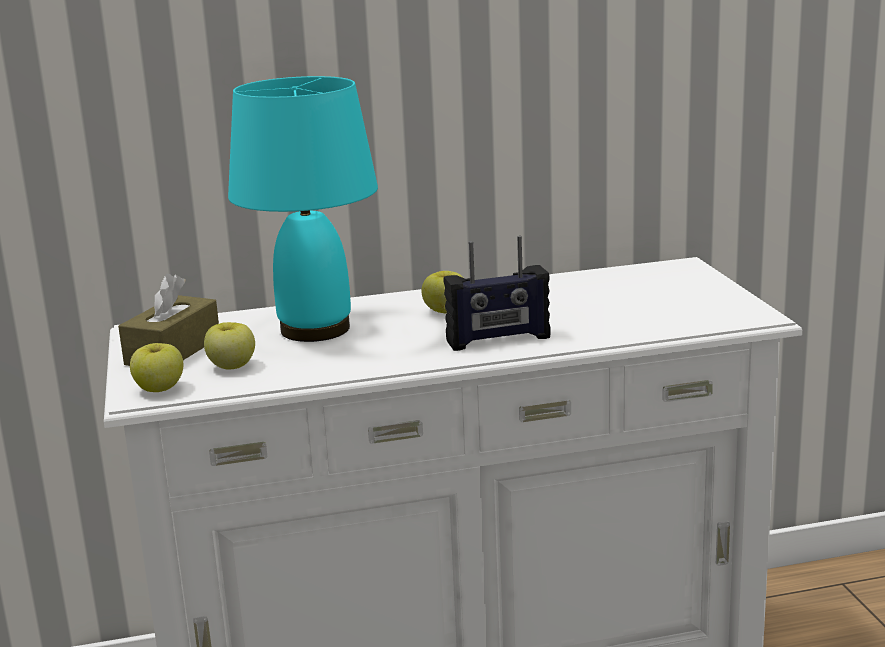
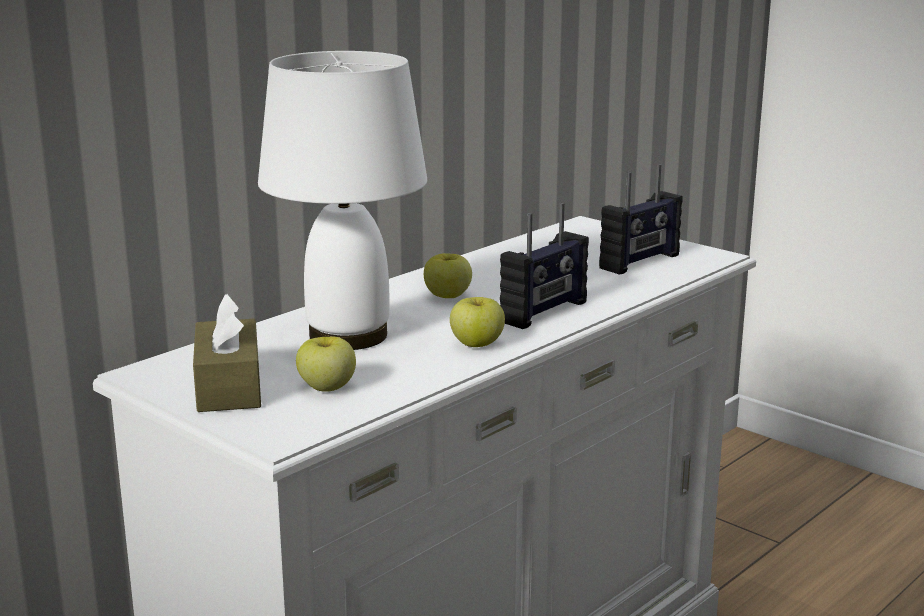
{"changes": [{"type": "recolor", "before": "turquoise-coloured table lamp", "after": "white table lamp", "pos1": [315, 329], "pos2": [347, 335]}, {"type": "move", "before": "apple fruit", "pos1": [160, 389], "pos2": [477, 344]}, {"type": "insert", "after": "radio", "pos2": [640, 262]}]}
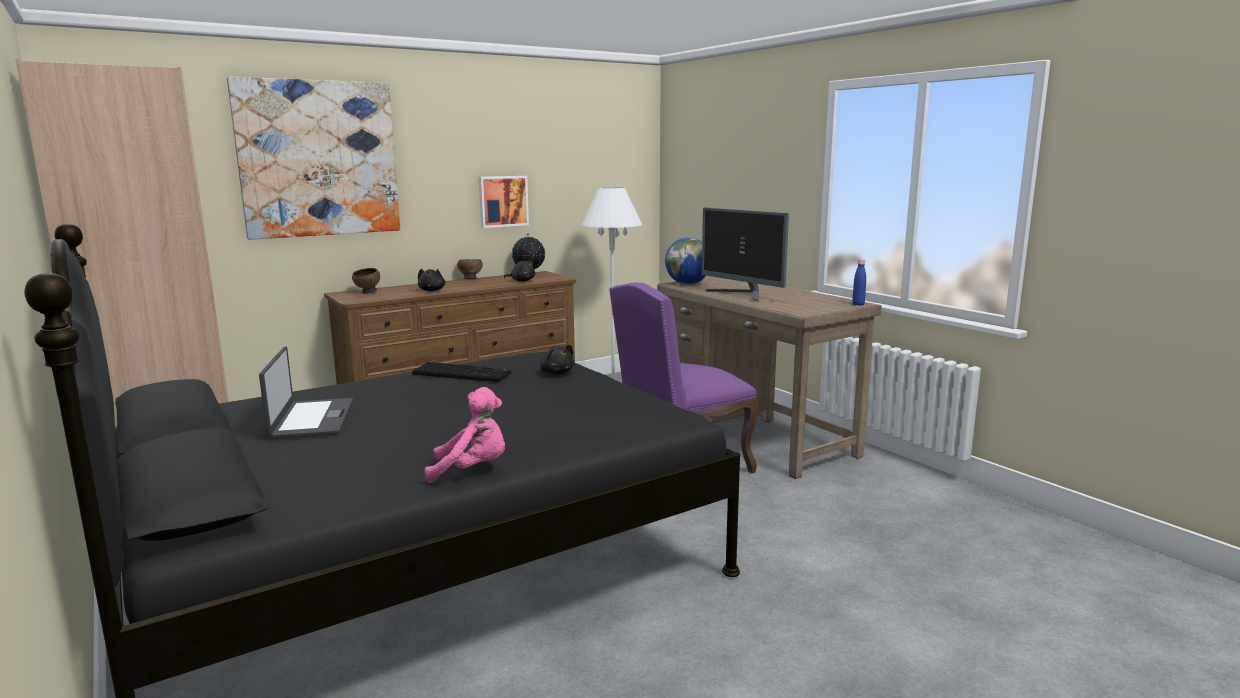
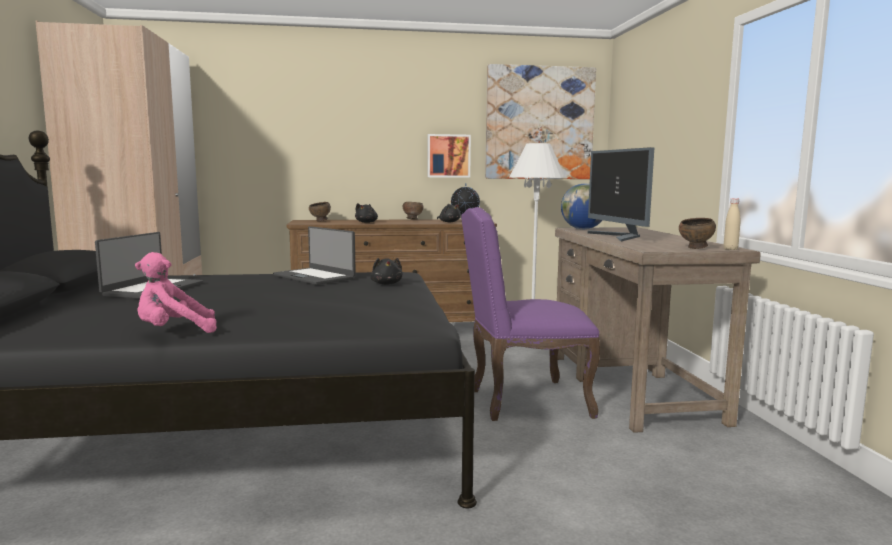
{"changes": [{"type": "move", "before": "picture", "pos1": [319, 159], "pos2": [539, 123]}, {"type": "recolor", "before": "blue bottle", "after": "beige bottle", "pos1": [858, 304], "pos2": [730, 249]}, {"type": "replace", "before": "PC keyboard", "after": "notebook computer", "pos1": [463, 374], "pos2": [314, 277]}, {"type": "rotate", "before": "pink-coloured cuddly toy", "pos1": [472, 470], "pos2": [174, 332], "turn": 135}, {"type": "insert", "after": "brownish bowl", "pos2": [696, 248]}]}
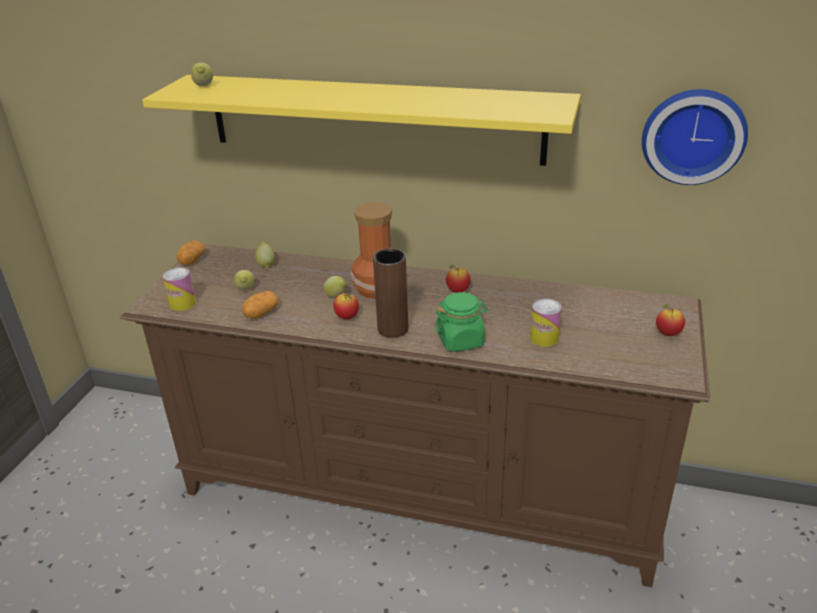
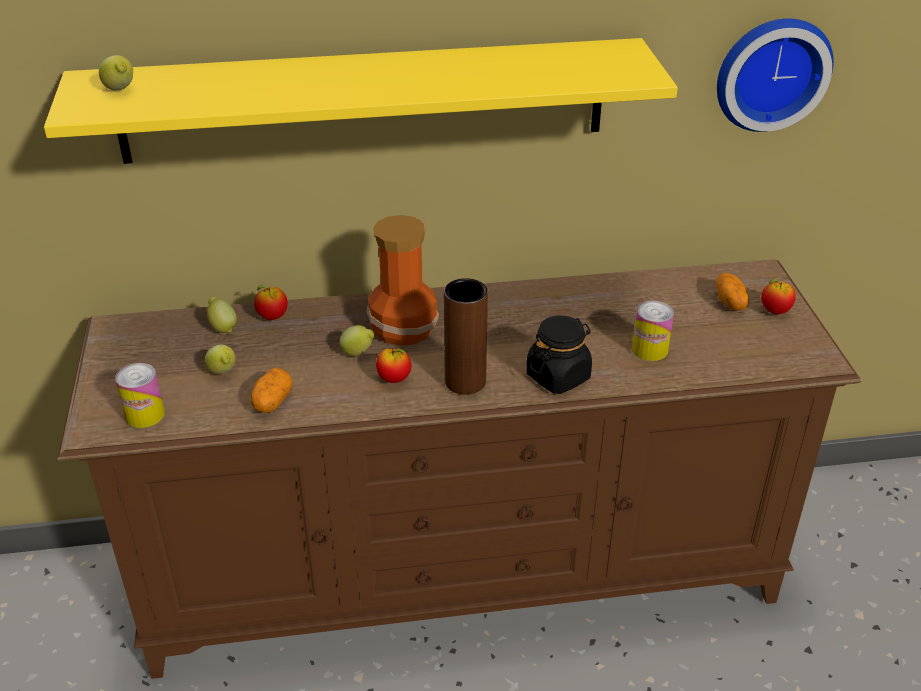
{"changes": [{"type": "move", "before": "whole potato", "pos1": [192, 260], "pos2": [730, 302]}, {"type": "move", "before": "apple fruit", "pos1": [458, 291], "pos2": [272, 317]}, {"type": "recolor", "before": "green-coloured storage jar", "after": "black-coloured storage jar", "pos1": [461, 341], "pos2": [558, 376]}]}
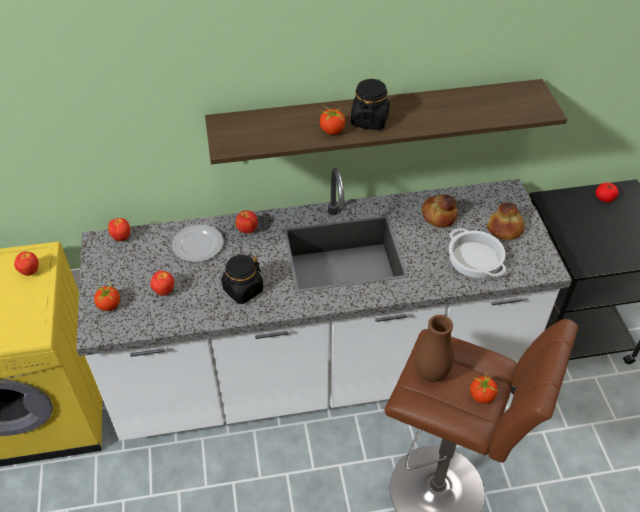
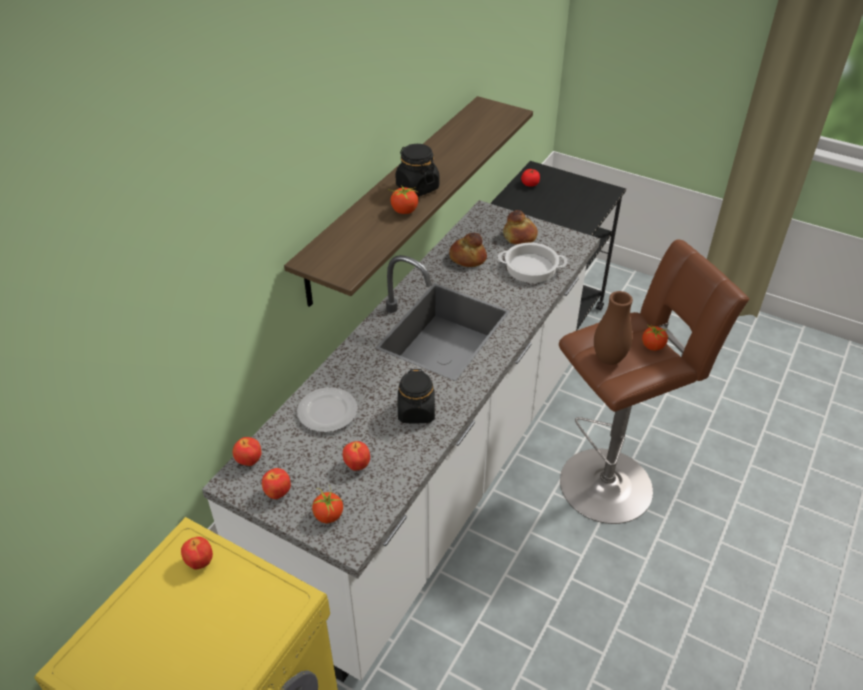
{"changes": [{"type": "move", "before": "apple fruit", "pos1": [247, 230], "pos2": [278, 493]}]}
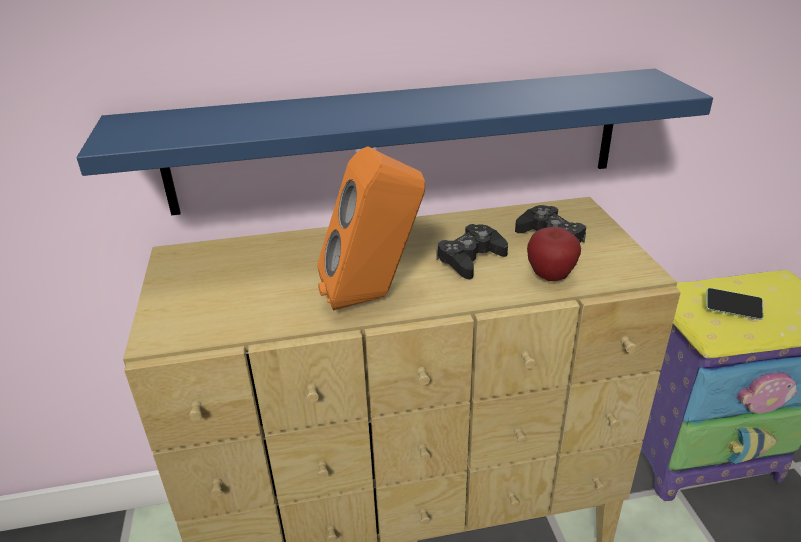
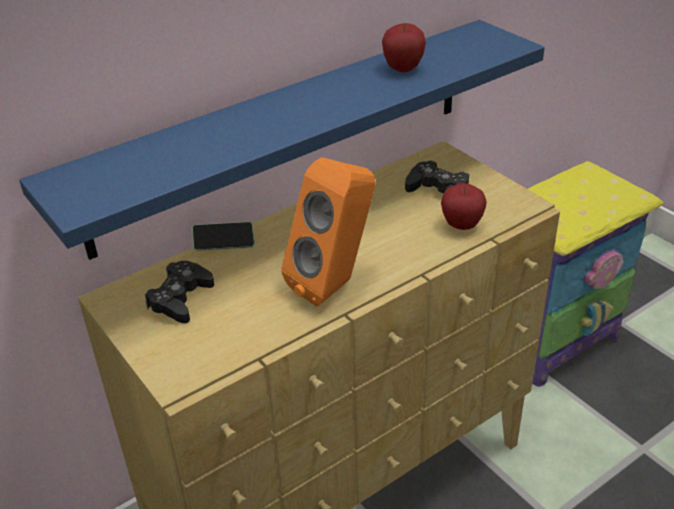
{"changes": [{"type": "move", "before": "black-coloured gamepad", "pos1": [470, 259], "pos2": [180, 298]}, {"type": "move", "before": "telephone", "pos1": [732, 310], "pos2": [224, 243]}, {"type": "insert", "after": "apple fruit", "pos2": [403, 69]}]}
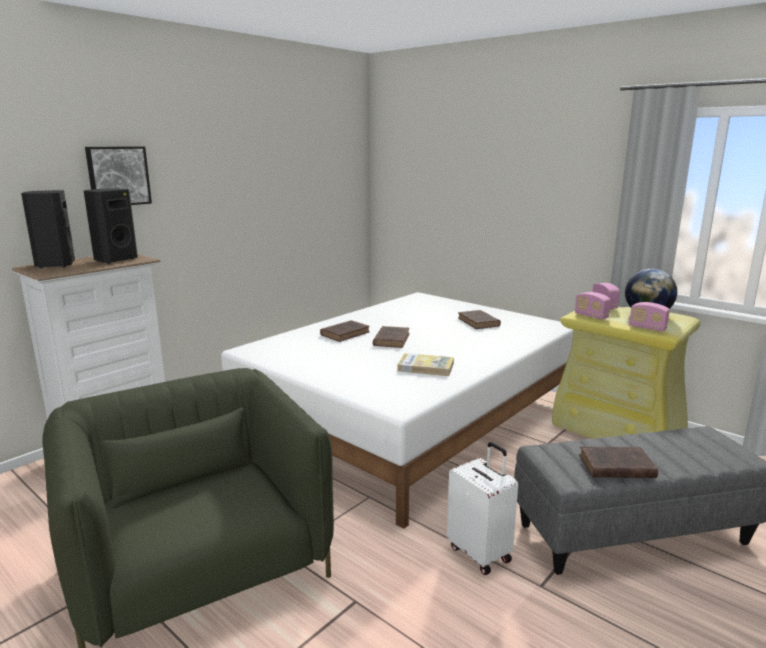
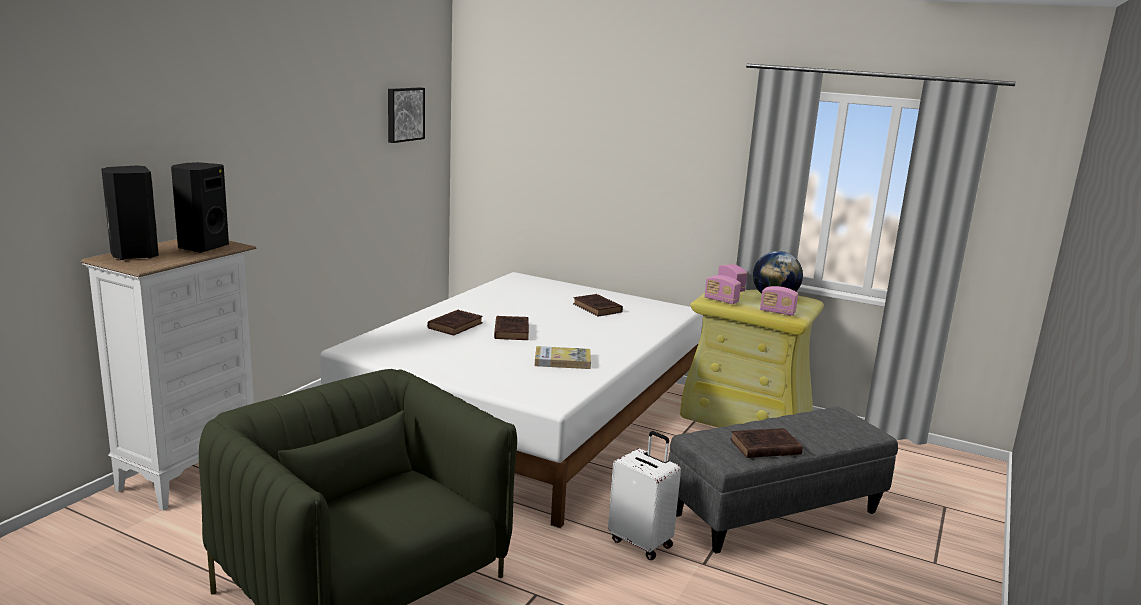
{"changes": [{"type": "move", "before": "picture", "pos1": [118, 176], "pos2": [404, 114]}]}
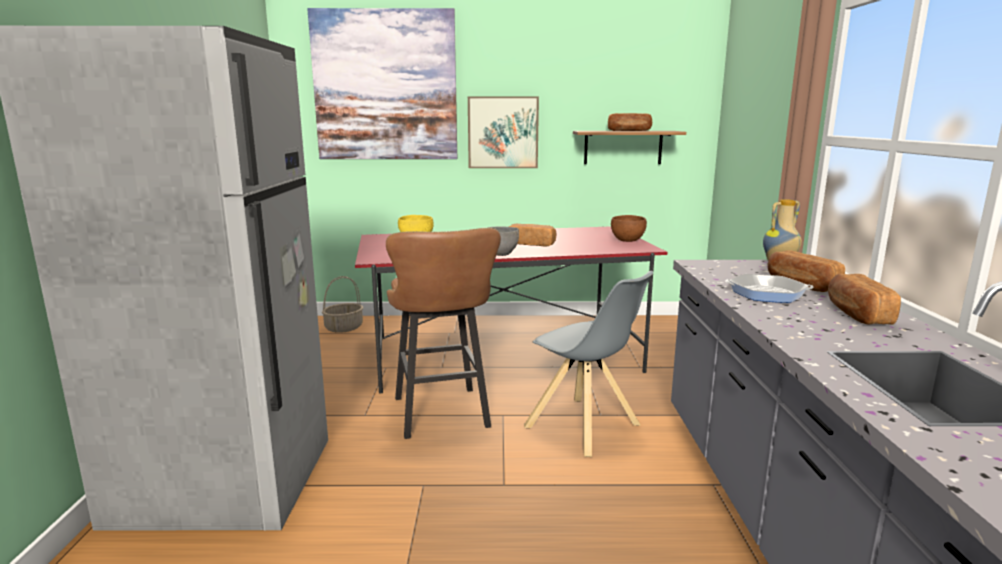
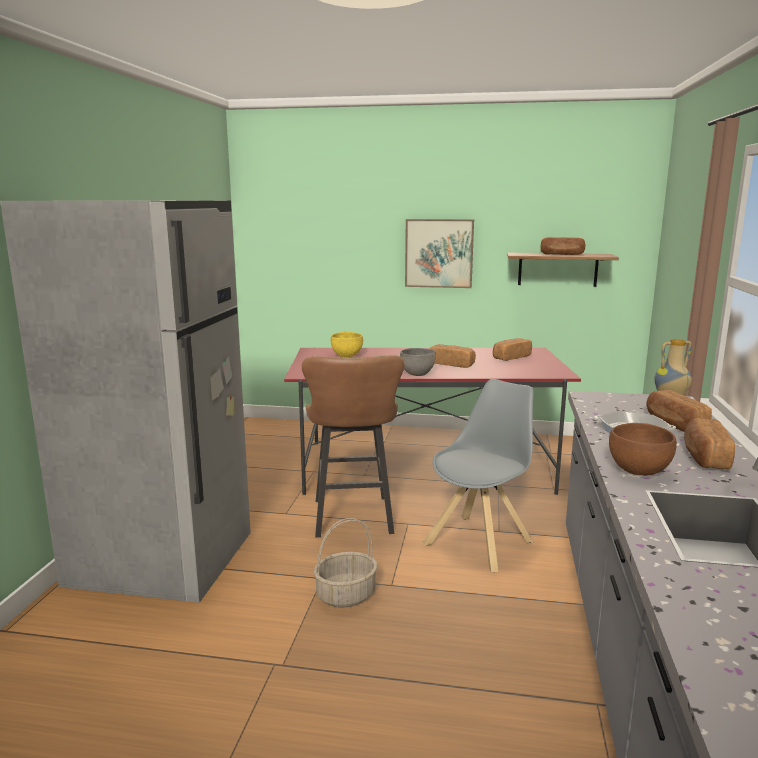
{"changes": [{"type": "delete", "before": "picture", "pos1": [385, 86]}, {"type": "move", "before": "brownish bowl", "pos1": [627, 240], "pos2": [638, 471]}, {"type": "rotate", "before": "grey upright chair", "pos1": [585, 427], "pos2": [480, 541], "turn": -105}, {"type": "move", "before": "household basket", "pos1": [344, 328], "pos2": [346, 594]}, {"type": "insert", "after": "bakery bread", "pos2": [511, 357]}]}
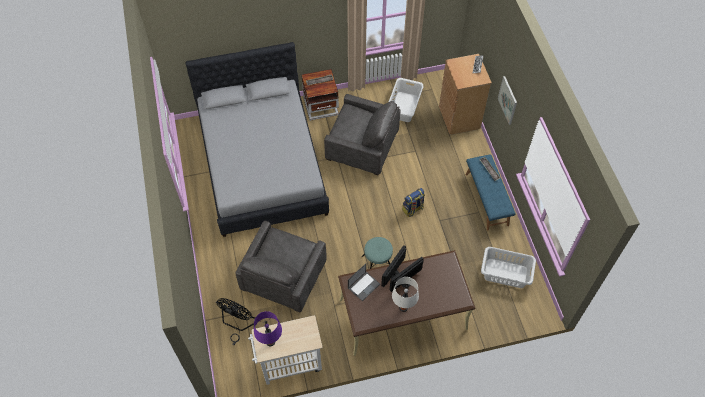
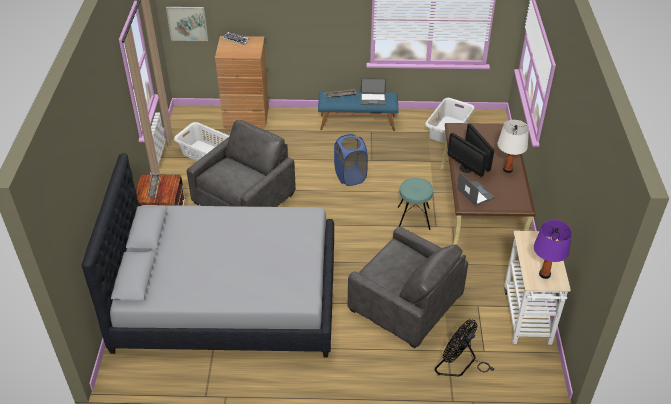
{"changes": [{"type": "move", "before": "picture", "pos1": [508, 100], "pos2": [187, 23]}, {"type": "replace", "before": "knapsack", "after": "blue hamper", "pos1": [413, 209], "pos2": [350, 176]}, {"type": "insert", "after": "notebook computer", "pos2": [373, 99]}]}
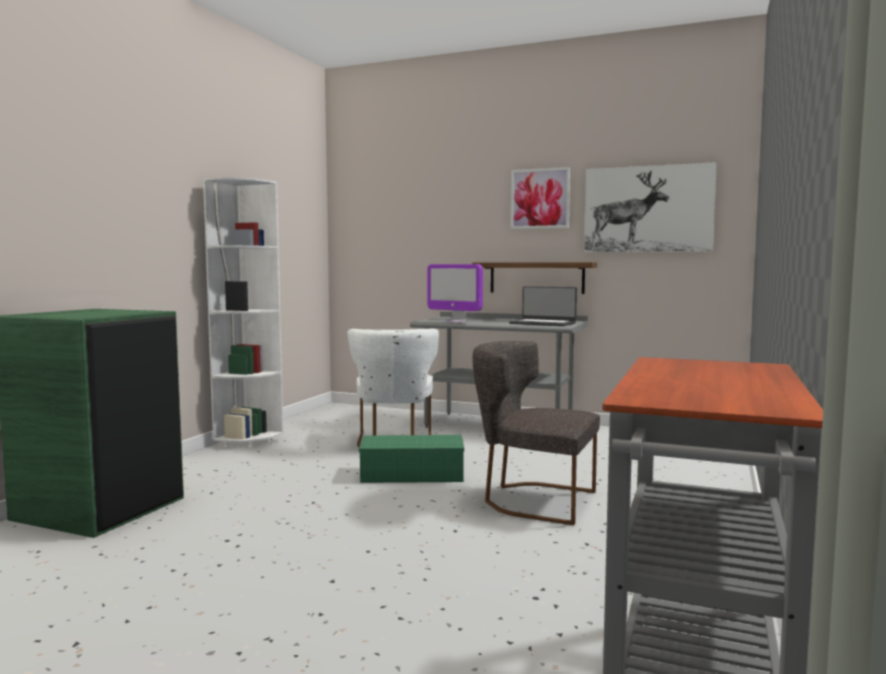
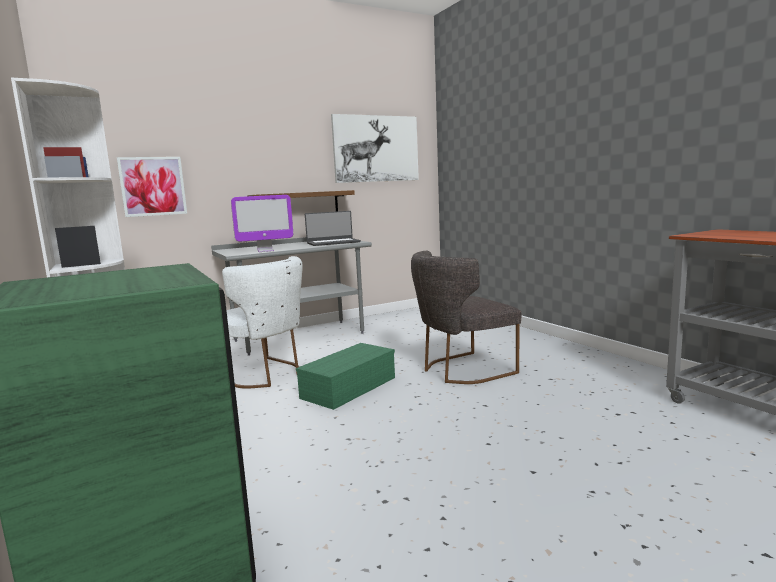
{"changes": [{"type": "move", "before": "picture", "pos1": [540, 198], "pos2": [153, 186]}]}
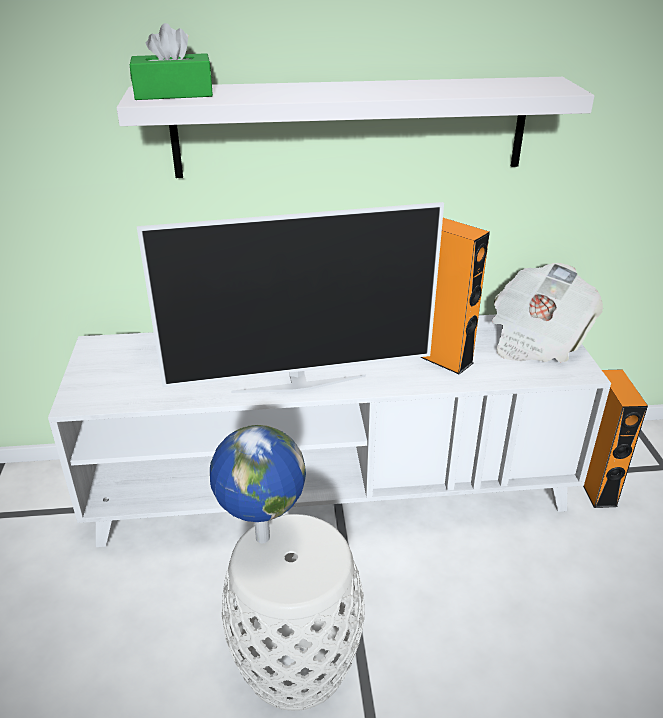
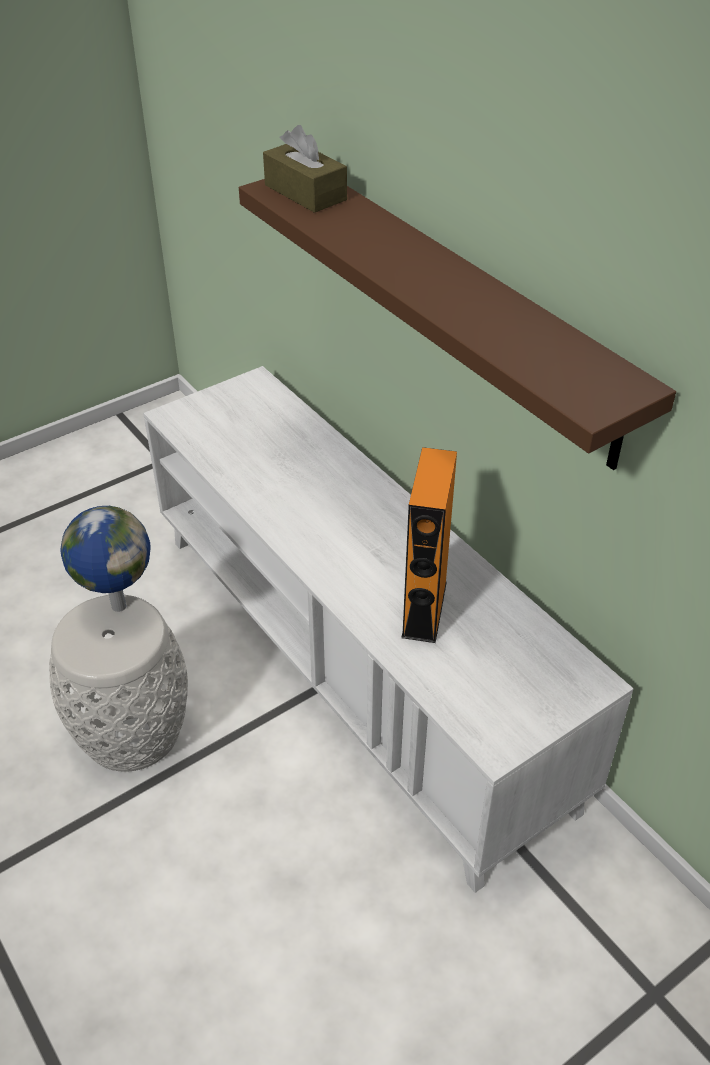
{"changes": [{"type": "recolor", "before": "green-coloured tissue holder", "after": "brownish tissue holder", "pos1": [174, 93], "pos2": [305, 192]}, {"type": "recolor", "before": "white wall shelf", "after": "brownish wall shelf", "pos1": [350, 127], "pos2": [462, 309]}, {"type": "delete", "before": "TV set", "pos1": [299, 383]}, {"type": "delete", "before": "printed paper", "pos1": [536, 339]}, {"type": "delete", "before": "orangey audio speaker", "pos1": [595, 486]}]}
